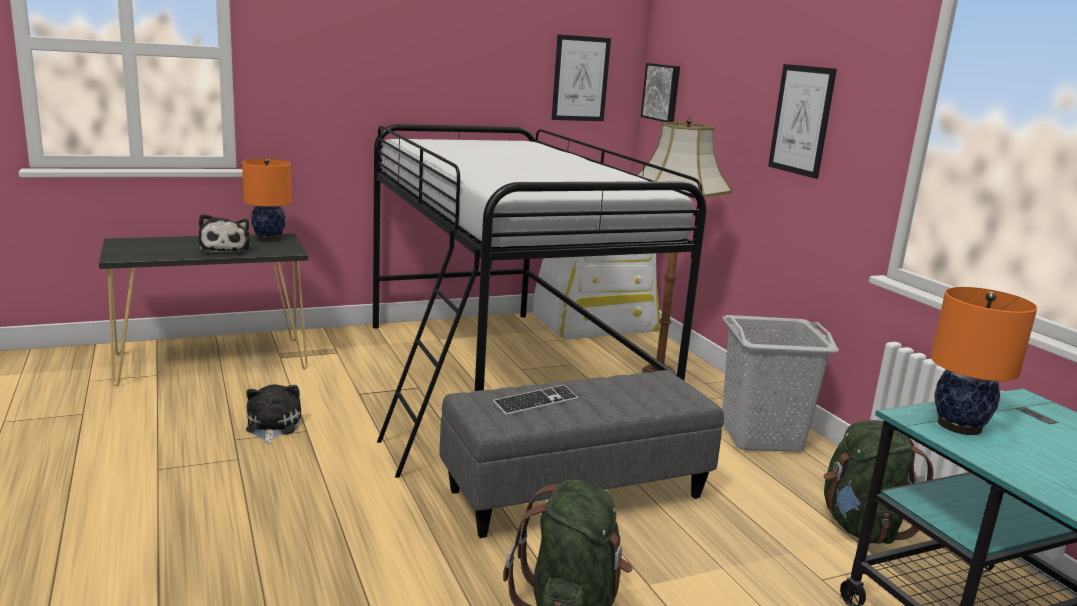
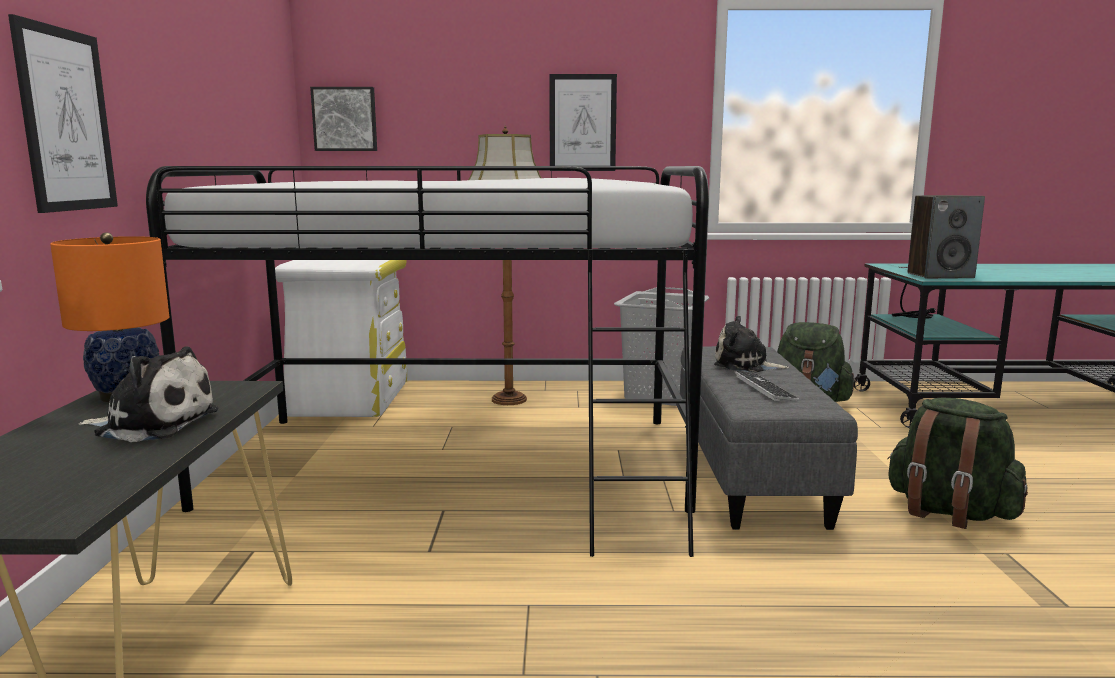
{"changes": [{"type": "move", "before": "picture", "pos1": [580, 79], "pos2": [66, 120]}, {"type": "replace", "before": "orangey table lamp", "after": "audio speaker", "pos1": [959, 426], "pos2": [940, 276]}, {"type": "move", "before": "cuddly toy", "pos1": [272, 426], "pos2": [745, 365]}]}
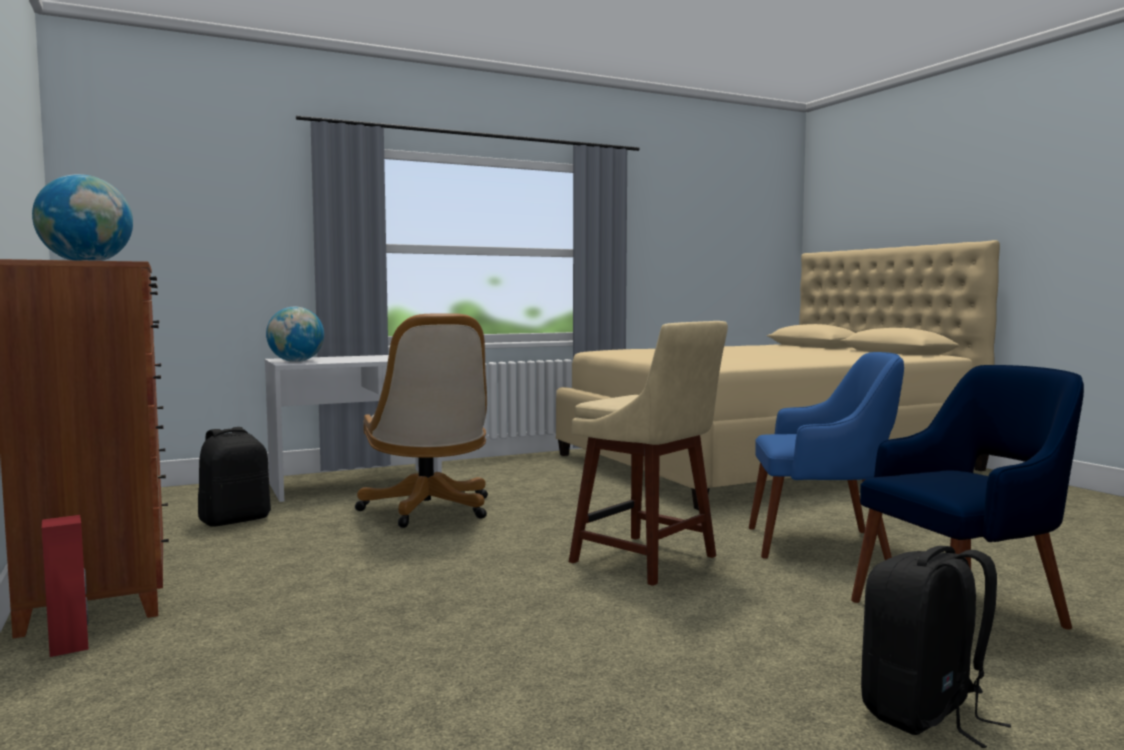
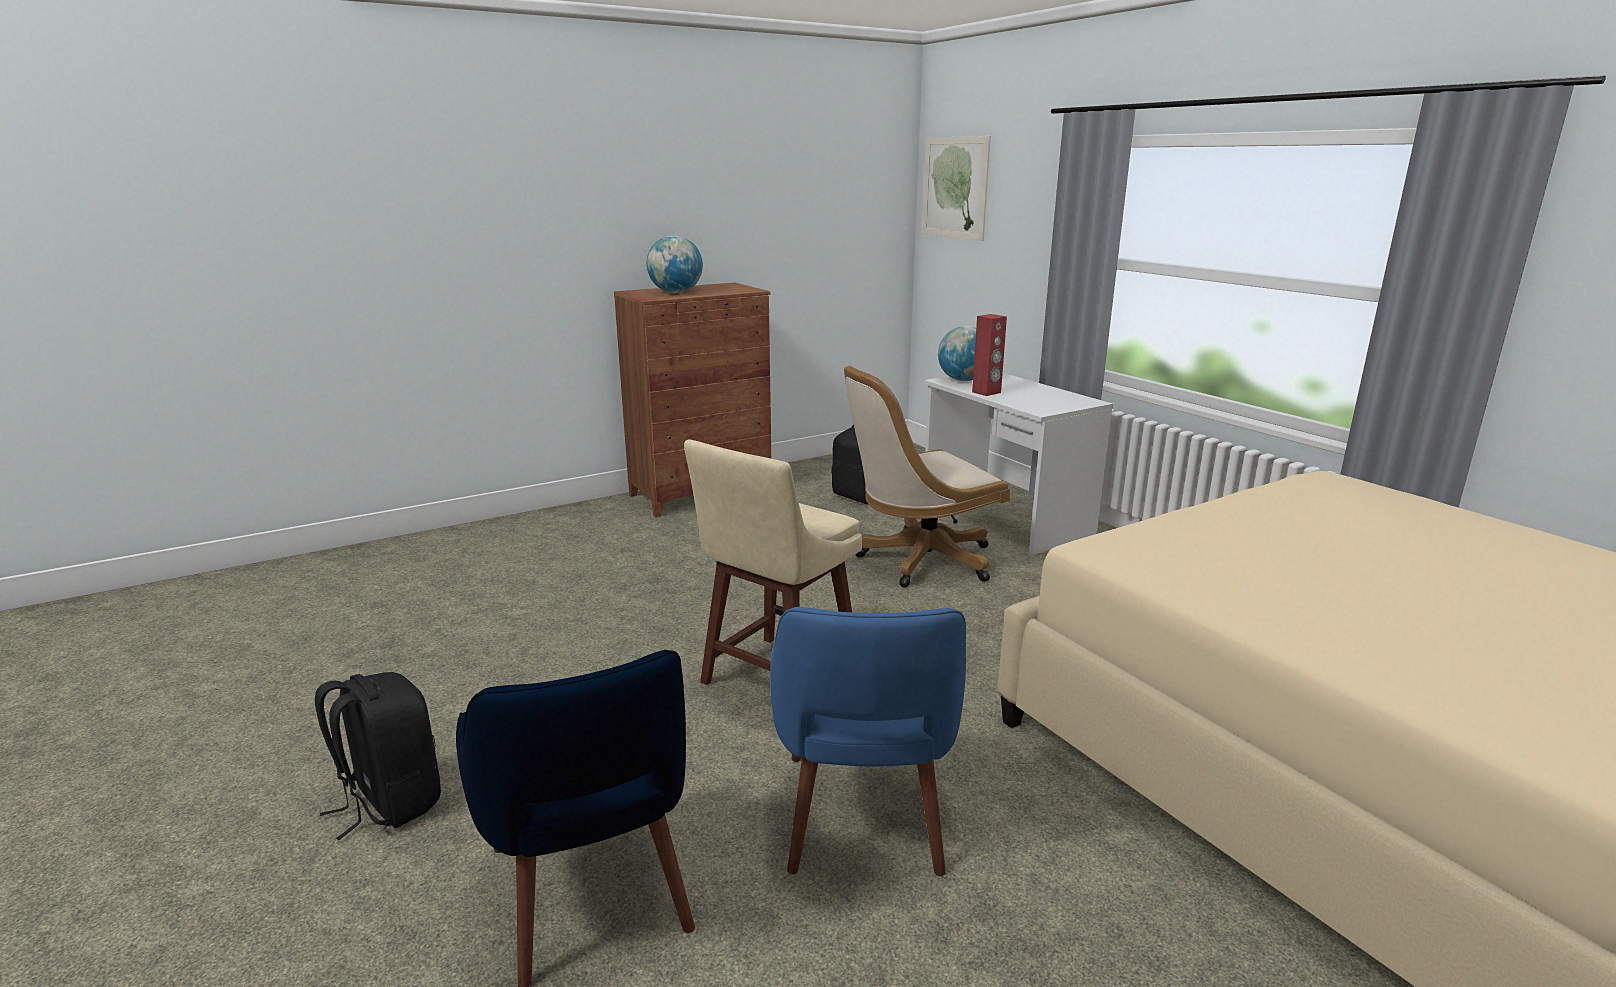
{"changes": [{"type": "move", "before": "reddish audio speaker", "pos1": [69, 646], "pos2": [986, 392]}, {"type": "insert", "after": "picture", "pos2": [955, 188]}]}
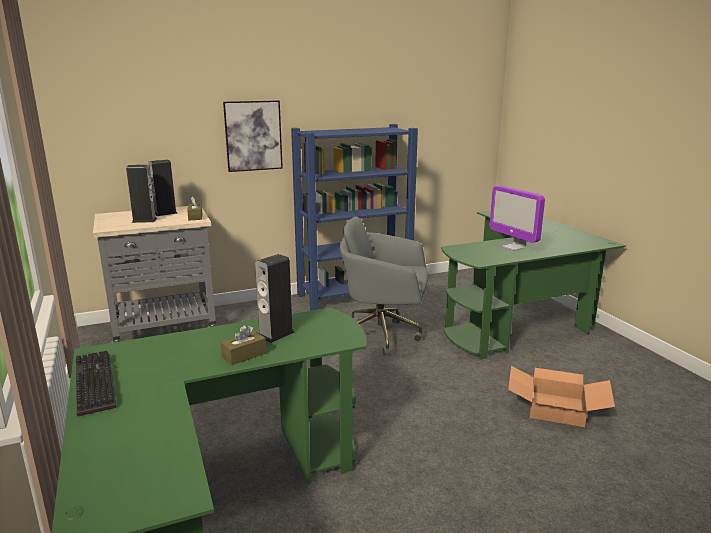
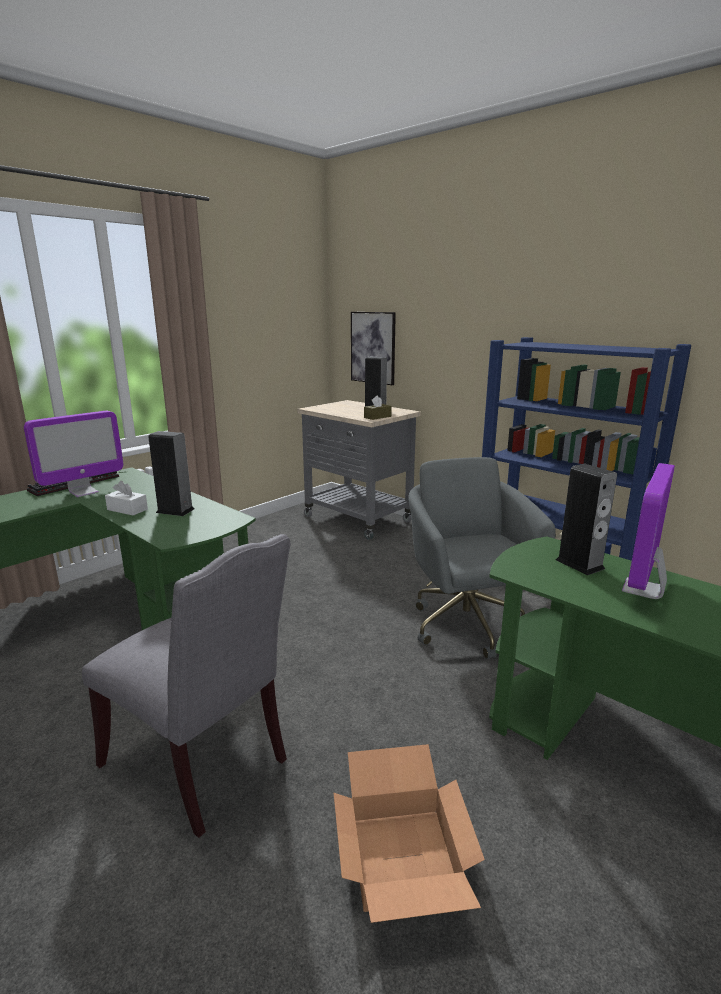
{"changes": [{"type": "move", "before": "picture", "pos1": [253, 136], "pos2": [373, 347]}, {"type": "move", "before": "audio speaker", "pos1": [144, 220], "pos2": [579, 564]}, {"type": "recolor", "before": "brownish tissue holder", "after": "white tissue holder", "pos1": [244, 355], "pos2": [127, 509]}, {"type": "insert", "after": "monitor", "pos2": [83, 492]}, {"type": "insert", "after": "grey upright chair", "pos2": [202, 763]}]}
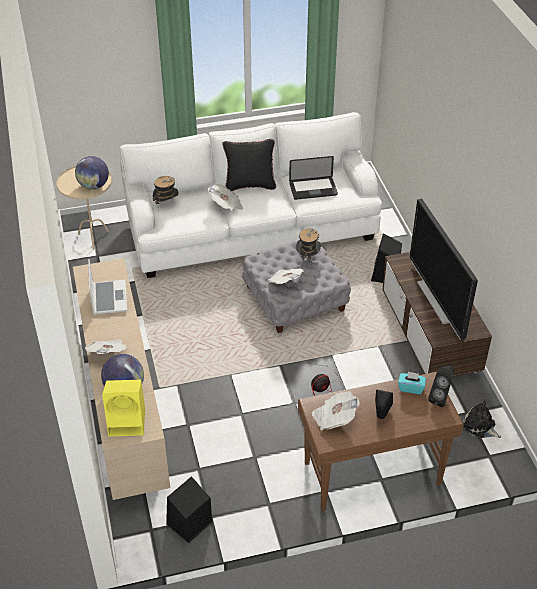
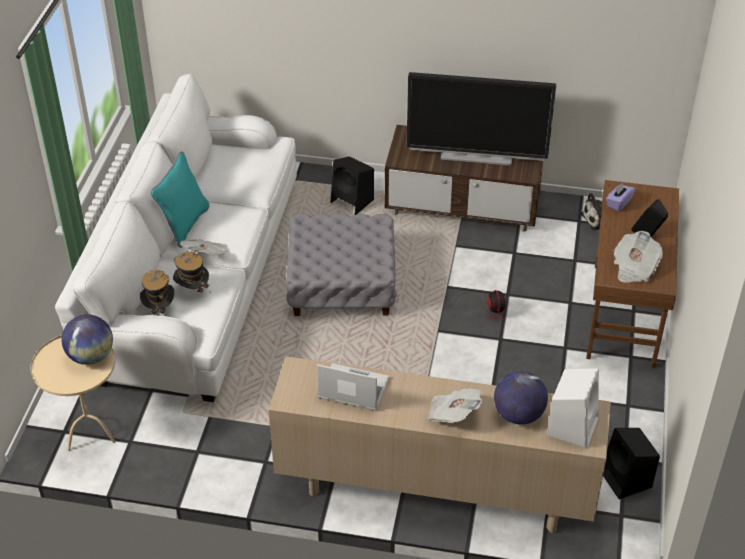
{"changes": [{"type": "recolor", "before": "black-coloured throw pillow", "after": "turquoise-coloured throw pillow", "pos1": [250, 185], "pos2": [184, 225]}, {"type": "delete", "before": "notebook computer", "pos1": [313, 189]}, {"type": "move", "before": "hat", "pos1": [308, 257], "pos2": [192, 290]}, {"type": "delete", "before": "printed paper", "pos1": [285, 282]}, {"type": "delete", "before": "black-coloured audio speaker", "pos1": [441, 398]}, {"type": "recolor", "before": "turquoise-coloured tissue holder", "after": "purple tissue holder", "pos1": [411, 388], "pos2": [618, 203]}, {"type": "recolor", "before": "yellow-coloured audio speaker", "after": "white audio speaker", "pos1": [128, 422], "pos2": [572, 425]}]}
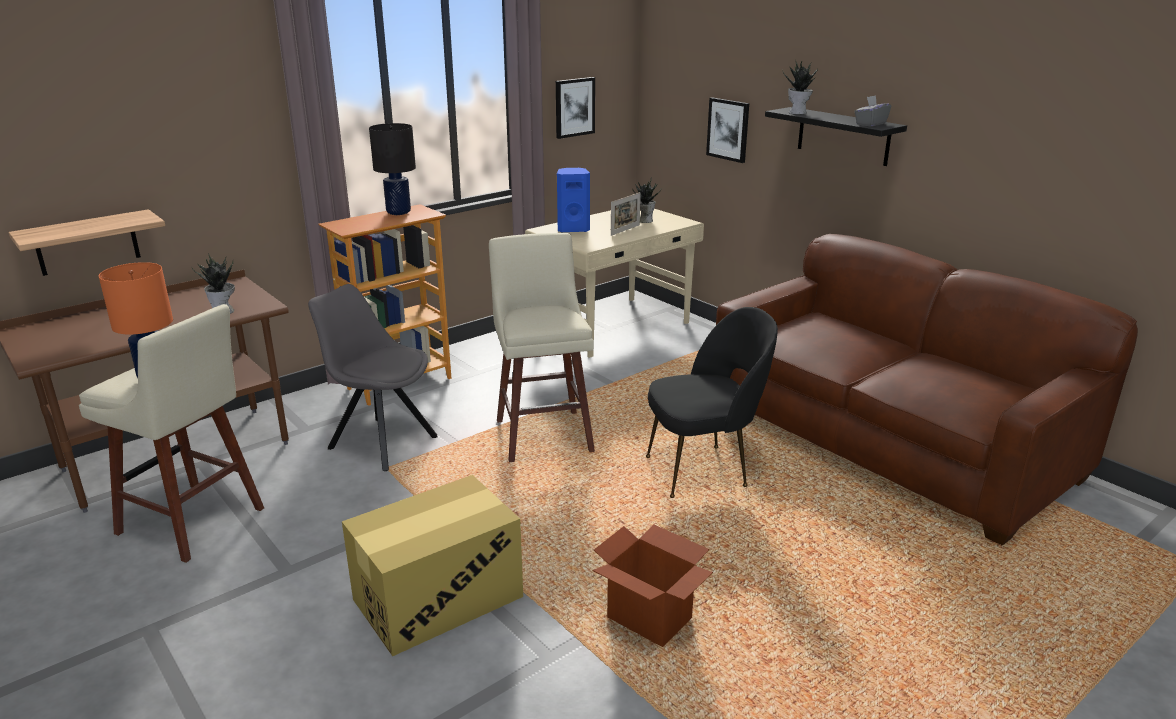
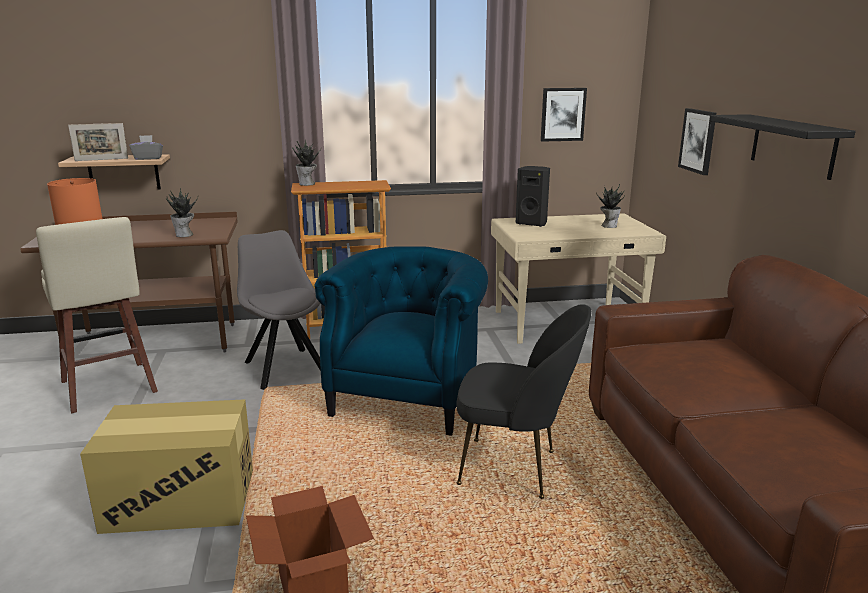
{"changes": [{"type": "move", "before": "houseplant", "pos1": [798, 113], "pos2": [307, 184]}, {"type": "move", "before": "grey tissue holder", "pos1": [870, 124], "pos2": [148, 158]}, {"type": "delete", "before": "black-coloured table lamp", "pos1": [398, 213]}, {"type": "recolor", "before": "blue audio speaker", "after": "black-coloured audio speaker", "pos1": [573, 229], "pos2": [532, 223]}, {"type": "move", "before": "standing frame", "pos1": [625, 230], "pos2": [101, 159]}, {"type": "replace", "before": "beige sitting stool", "after": "blue easy chair", "pos1": [544, 434], "pos2": [409, 395]}]}
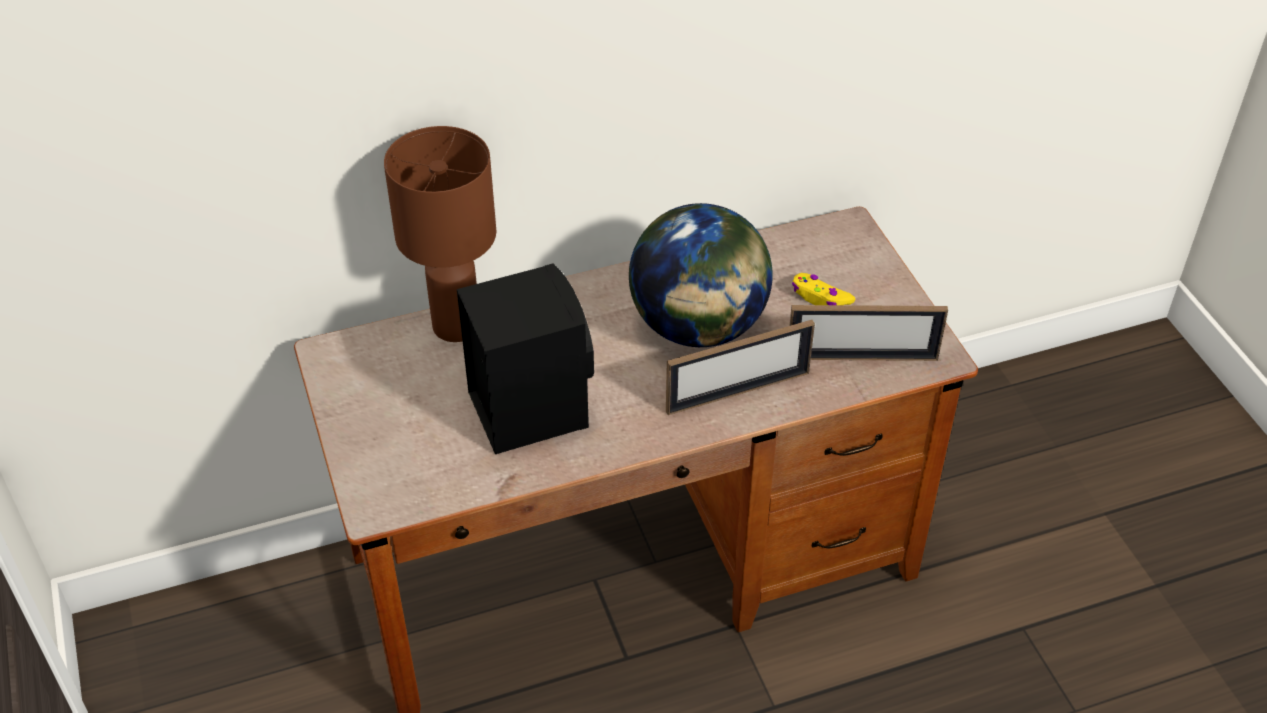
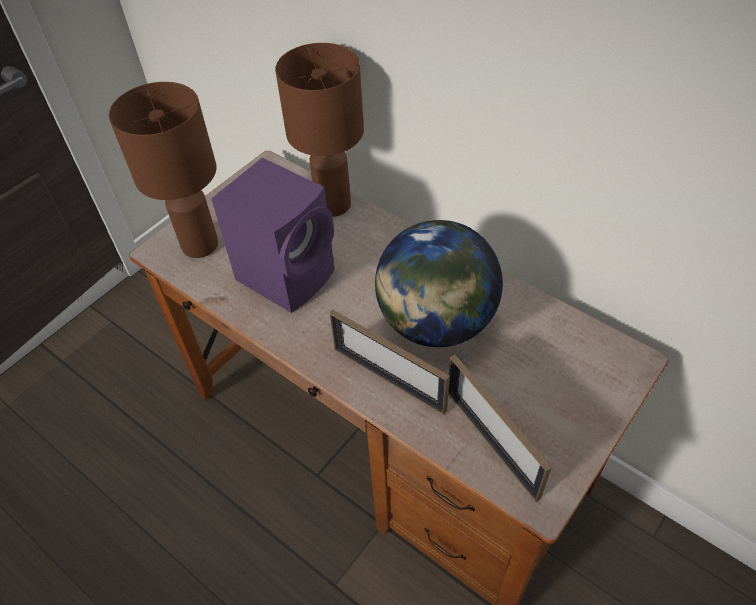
{"changes": [{"type": "recolor", "before": "black-coloured audio speaker", "after": "purple audio speaker", "pos1": [528, 407], "pos2": [288, 274]}, {"type": "delete", "before": "yellow-coloured gamepad", "pos1": [820, 297]}, {"type": "insert", "after": "brownish table lamp", "pos2": [199, 245]}]}
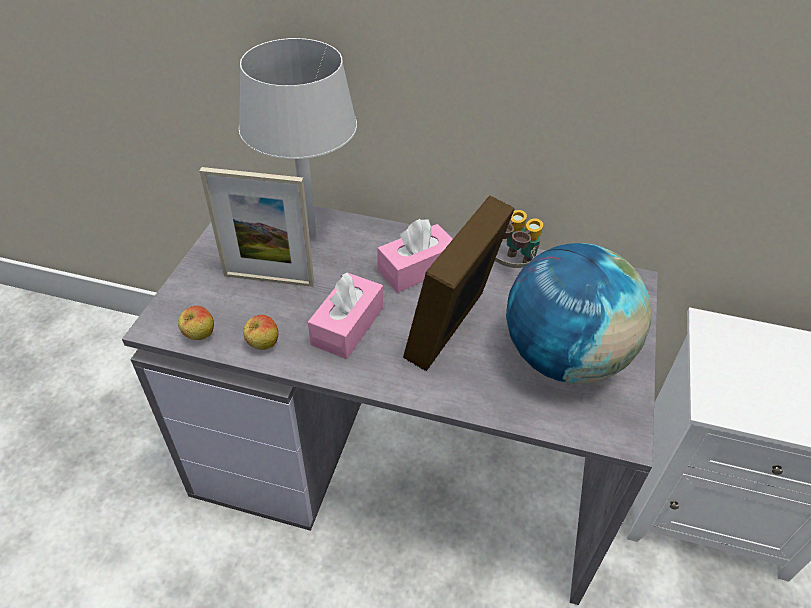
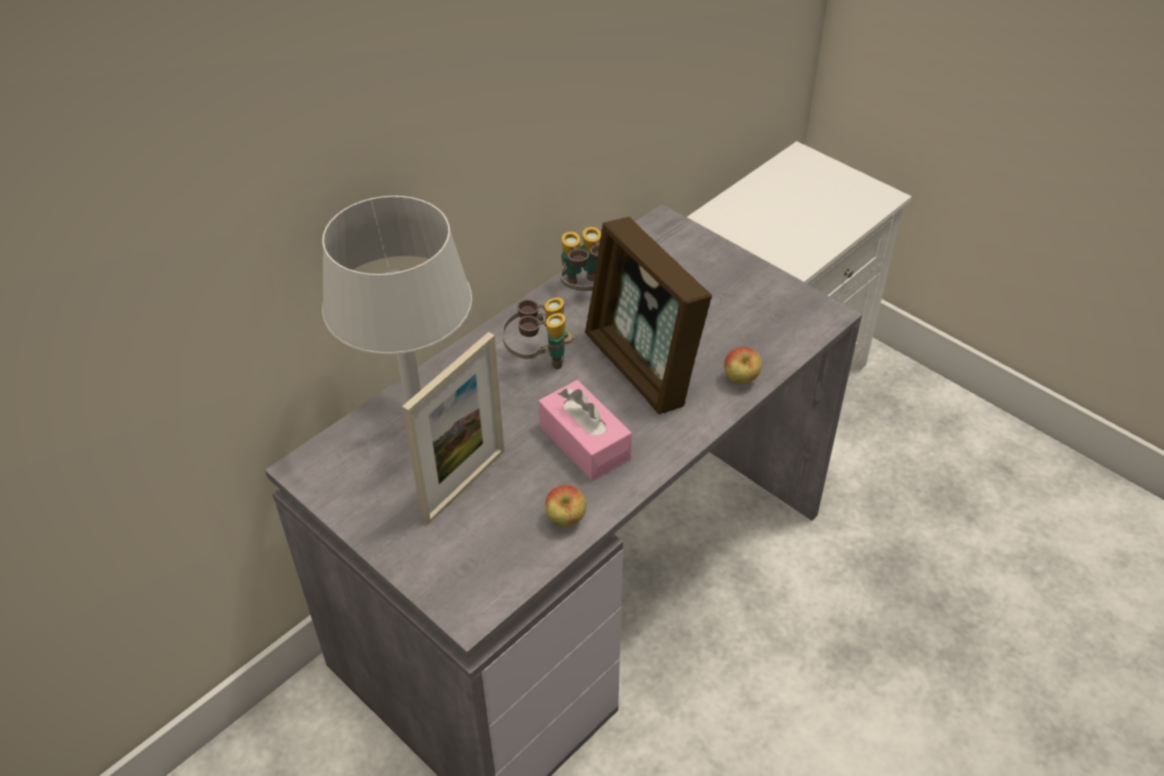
{"changes": [{"type": "replace", "before": "pink-coloured tissue holder", "after": "field glasses", "pos1": [417, 269], "pos2": [539, 359]}, {"type": "delete", "before": "world globe", "pos1": [563, 358]}, {"type": "move", "before": "apple fruit", "pos1": [199, 336], "pos2": [741, 380]}]}
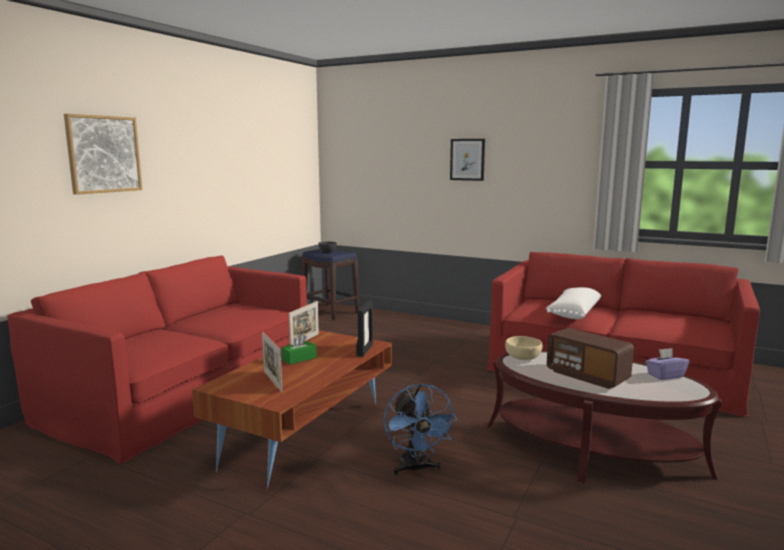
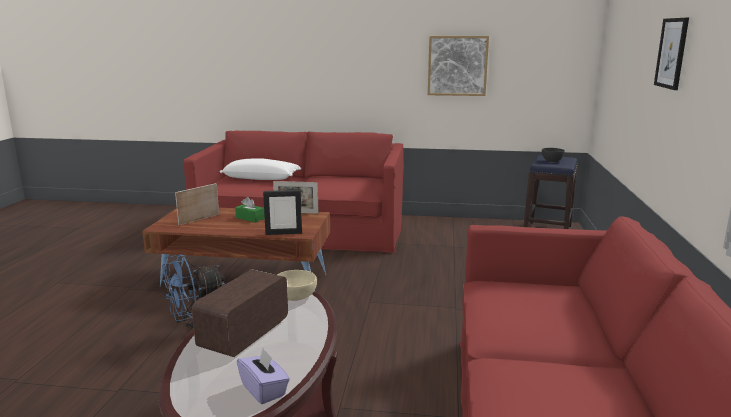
{"changes": [{"type": "move", "before": "picture", "pos1": [103, 154], "pos2": [457, 66]}, {"type": "move", "before": "white throw pillow", "pos1": [573, 313], "pos2": [261, 178]}]}
